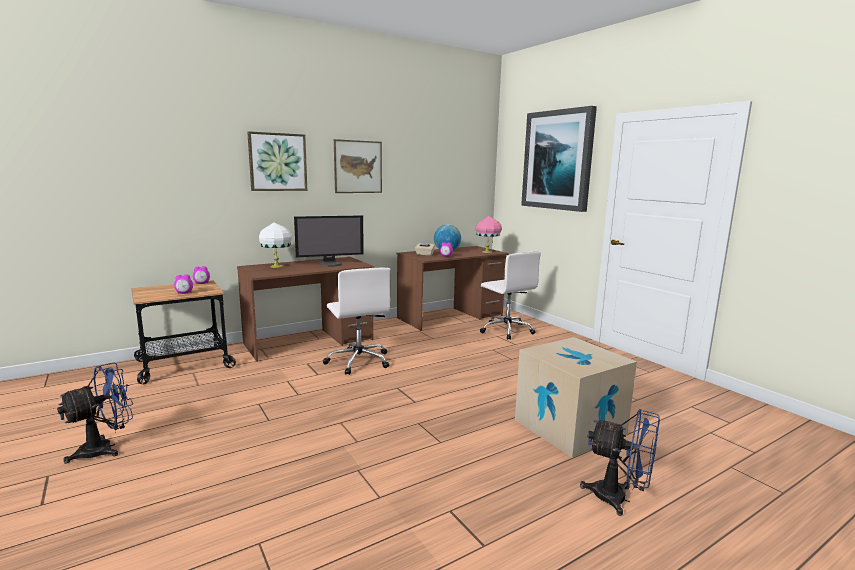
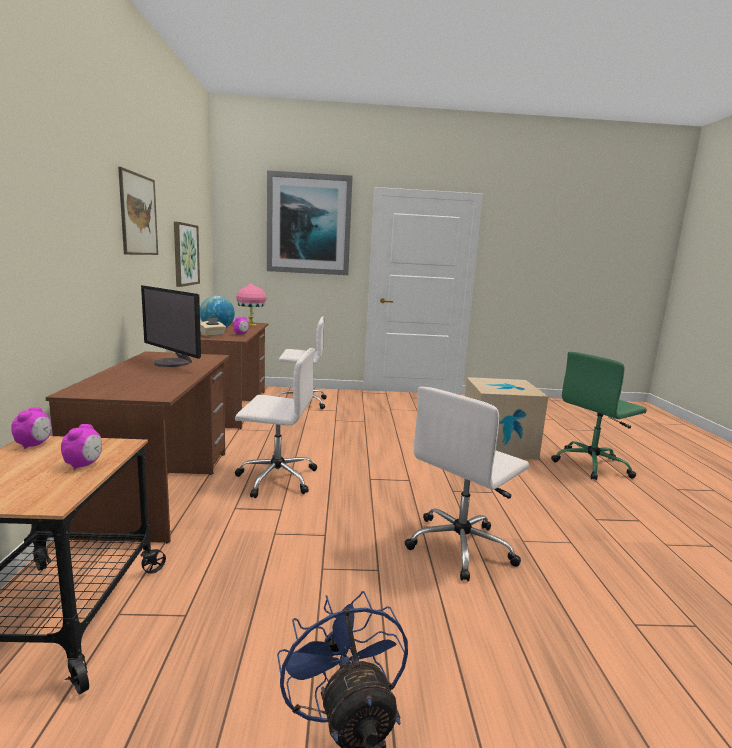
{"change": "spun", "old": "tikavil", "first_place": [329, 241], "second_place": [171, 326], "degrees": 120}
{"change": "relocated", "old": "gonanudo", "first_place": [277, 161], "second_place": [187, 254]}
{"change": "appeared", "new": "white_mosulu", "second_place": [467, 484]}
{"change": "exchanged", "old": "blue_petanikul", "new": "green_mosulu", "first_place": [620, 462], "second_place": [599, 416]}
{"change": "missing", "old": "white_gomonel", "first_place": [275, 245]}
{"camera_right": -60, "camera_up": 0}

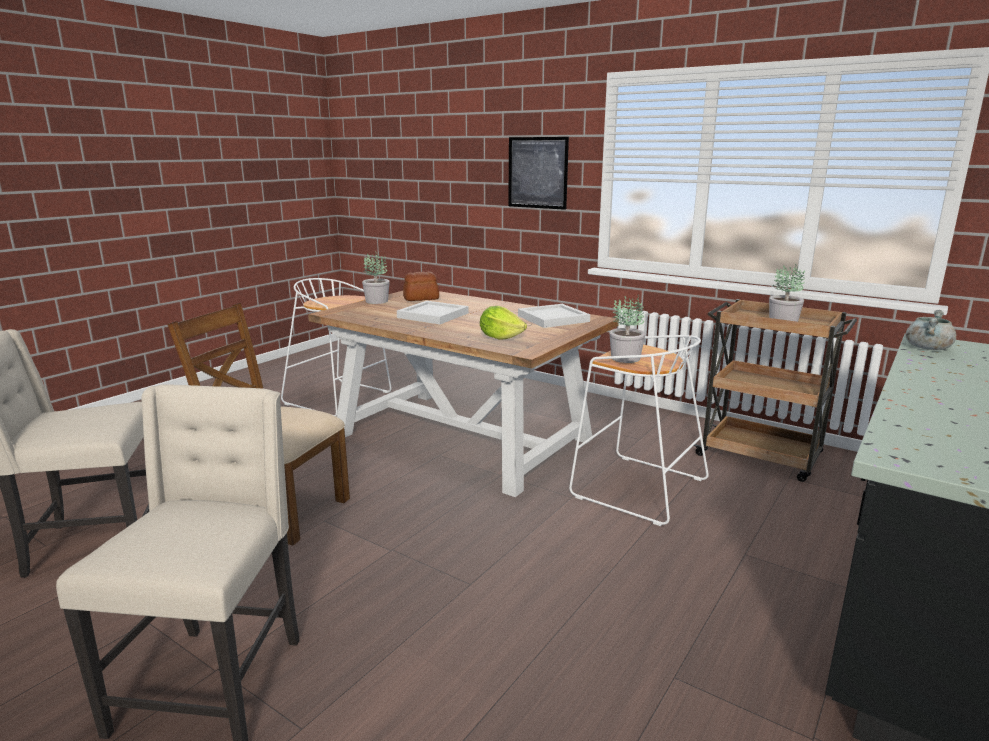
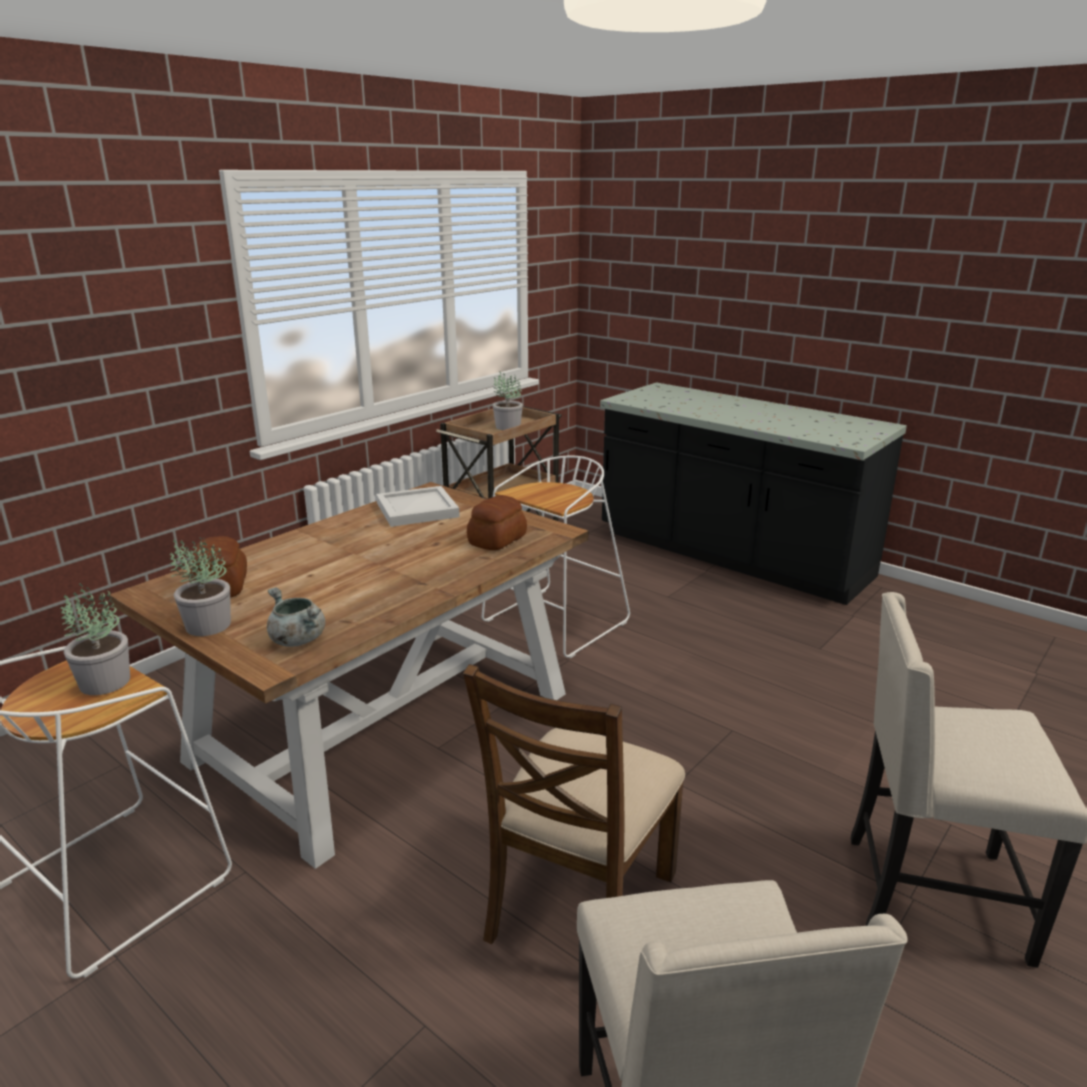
{"change": "relocated", "old": "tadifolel", "first_place": [627, 329], "second_place": [95, 639]}
{"change": "relocated", "old": "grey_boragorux", "first_place": [931, 330], "second_place": [296, 617]}
{"change": "exchanged", "old": "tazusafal", "new": "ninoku", "first_place": [503, 323], "second_place": [497, 522]}
{"change": "missing", "old": "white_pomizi", "first_place": [433, 312]}
{"change": "missing", "old": "gonanudo", "first_place": [538, 173]}
{"camera_right": -85, "camera_up": 5}

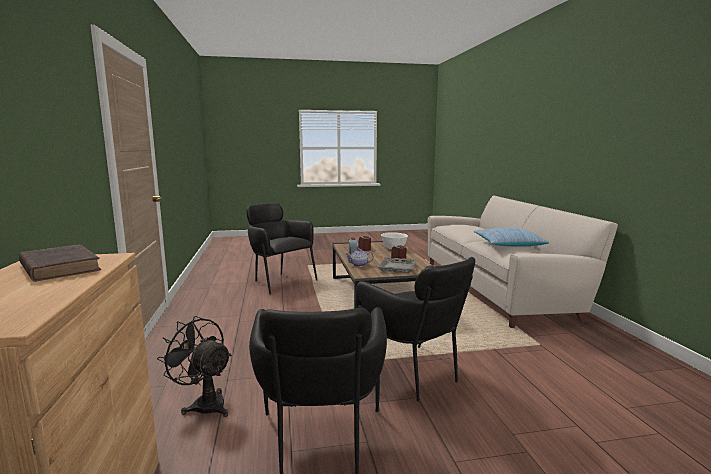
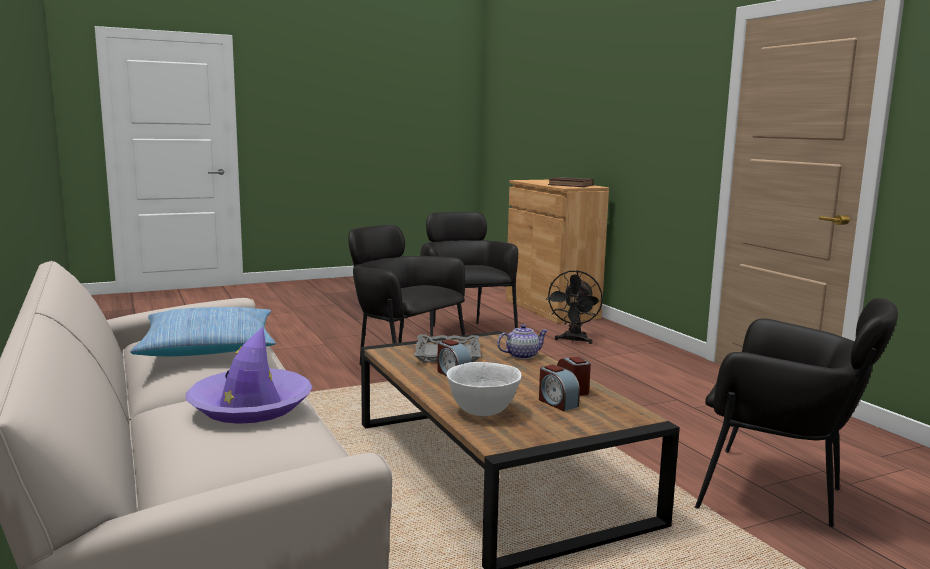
{"change": "appeared", "new": "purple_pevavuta", "second_place": [249, 375]}
{"change": "spun", "old": "black_petanikul", "first_place": [194, 366], "second_place": [574, 307], "degrees": 90}
{"camera_right": 165, "camera_up": 0}

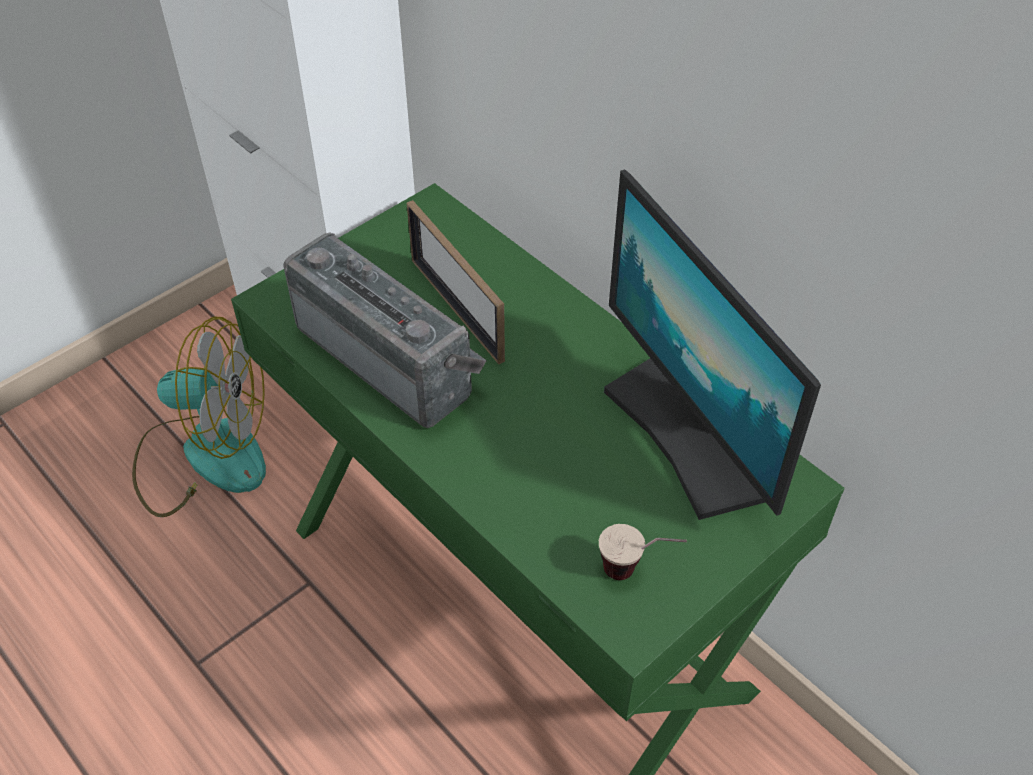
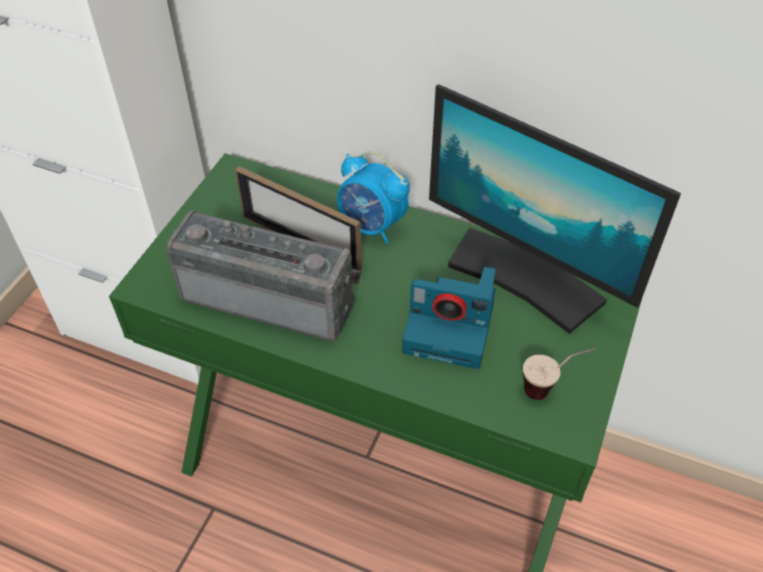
{"change": "appeared", "new": "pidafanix", "second_place": [373, 198]}
{"change": "appeared", "new": "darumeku", "second_place": [449, 318]}
{"change": "missing", "old": "petanikul", "first_place": [199, 416]}
{"camera_right": -25, "camera_up": 0}

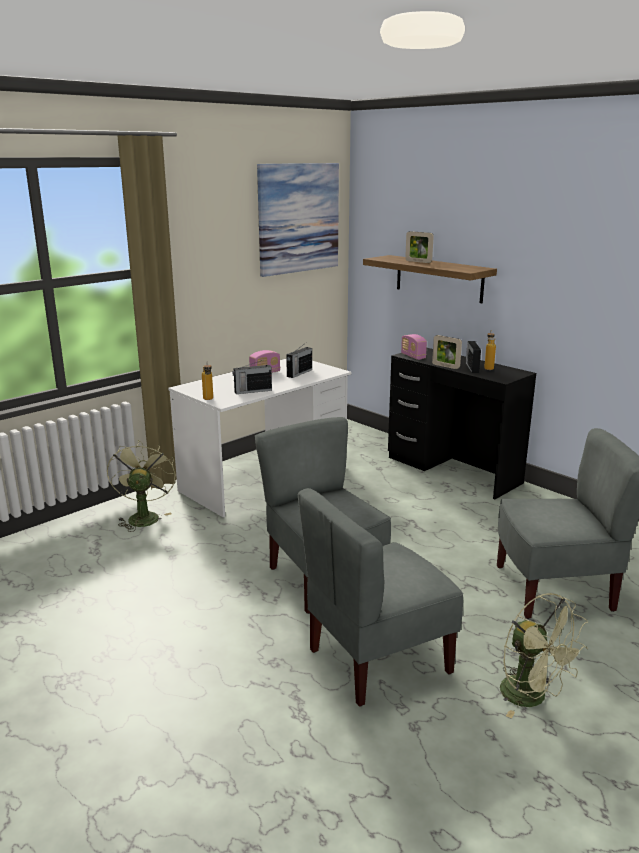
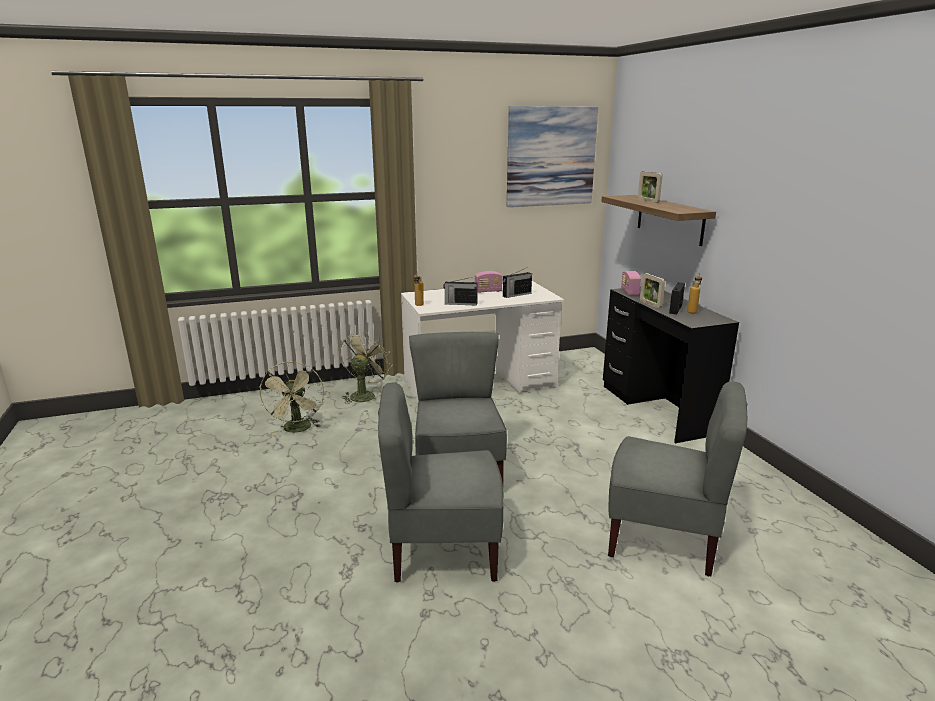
{"change": "relocated", "old": "green_petanikul", "first_place": [544, 655], "second_place": [291, 397]}
{"camera_right": 25, "camera_up": 0}

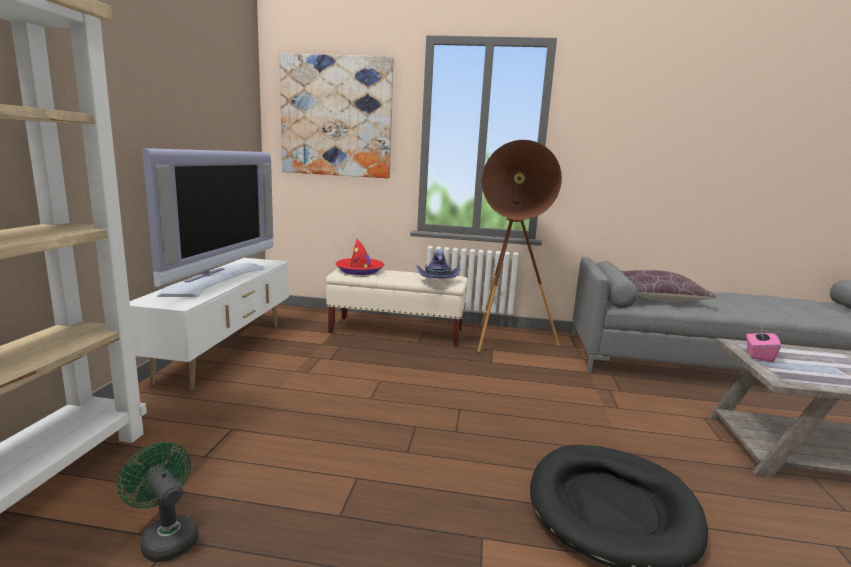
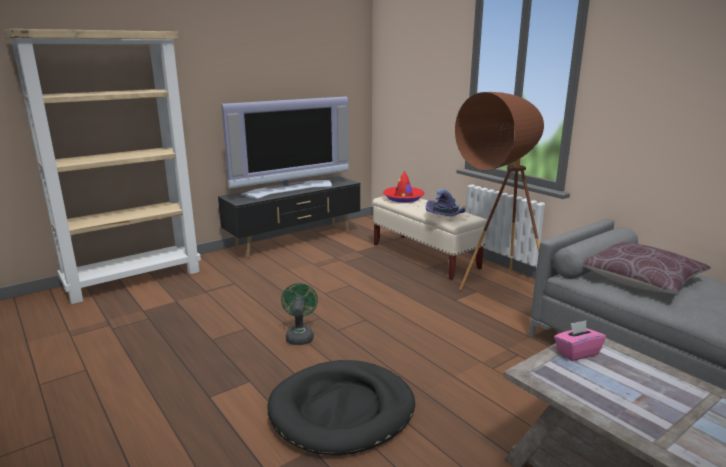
{"change": "colour", "old": "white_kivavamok", "new": "black_kivavamok", "first_place": [209, 324], "second_place": [289, 217]}
{"change": "relocated", "old": "green_petanikul", "first_place": [158, 502], "second_place": [299, 314]}
{"change": "missing", "old": "gonanudo", "first_place": [337, 116]}
{"camera_right": 45, "camera_up": 5}

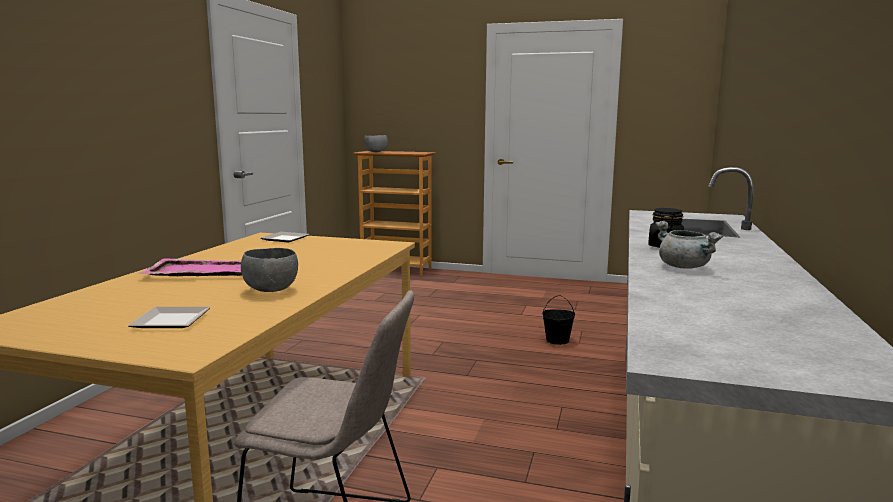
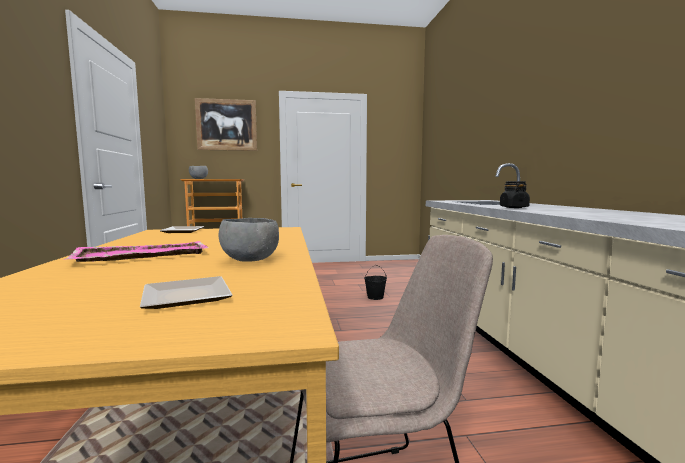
{"change": "appeared", "new": "gonanudo", "second_place": [226, 124]}
{"change": "missing", "old": "grey_boragorux", "first_place": [689, 245]}
{"camera_right": -25, "camera_up": -5}

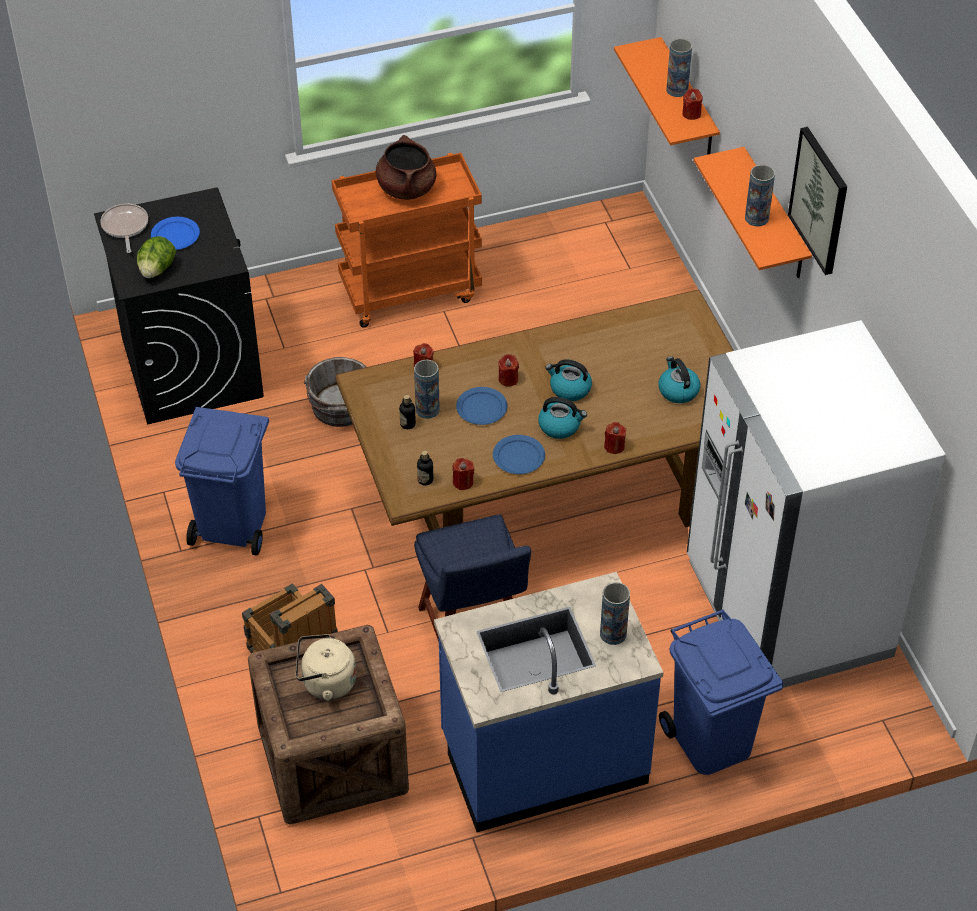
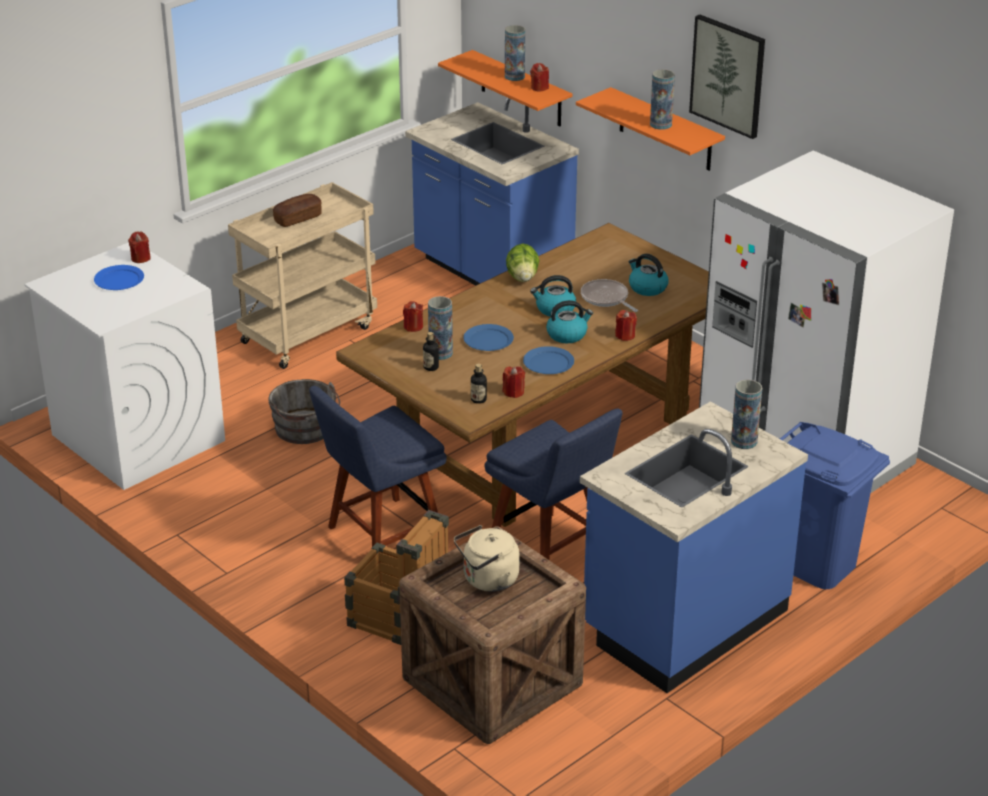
{"change": "colour", "old": "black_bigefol", "new": "white_bigefol", "first_place": [179, 306], "second_place": [124, 366]}
{"change": "relocated", "old": "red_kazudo", "first_place": [508, 370], "second_place": [139, 247]}
{"change": "colour", "old": "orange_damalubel", "new": "beige_damalubel", "first_place": [407, 240], "second_place": [302, 275]}
{"change": "exchanged", "old": "brown_boragorux", "new": "ninoku", "first_place": [406, 167], "second_place": [297, 210]}
{"change": "appeared", "new": "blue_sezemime", "second_place": [378, 466]}
{"change": "appeared", "new": "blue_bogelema", "second_place": [492, 191]}
{"change": "relocated", "old": "tazusafal", "first_place": [156, 257], "second_place": [522, 262]}
{"change": "relocated", "old": "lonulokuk", "first_place": [124, 228], "second_place": [609, 295]}
{"change": "missing", "old": "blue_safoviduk", "first_place": [222, 481]}
{"camera_right": -25, "camera_up": -15}

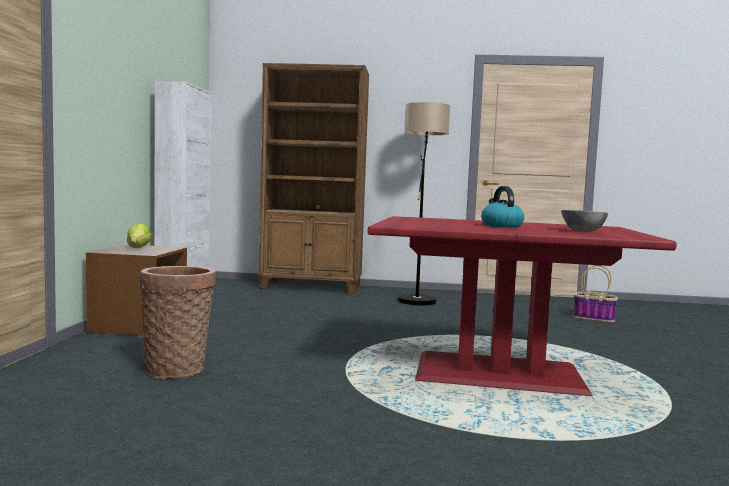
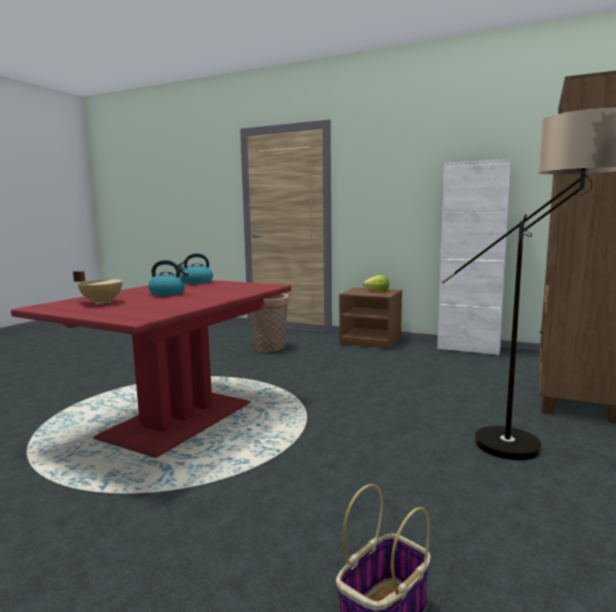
{"change": "exchanged", "old": "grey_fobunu", "new": "beige_boragorux", "first_place": [584, 221], "second_place": [98, 288]}
{"change": "appeared", "new": "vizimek", "second_place": [195, 268]}
{"camera_right": 110, "camera_up": 5}

